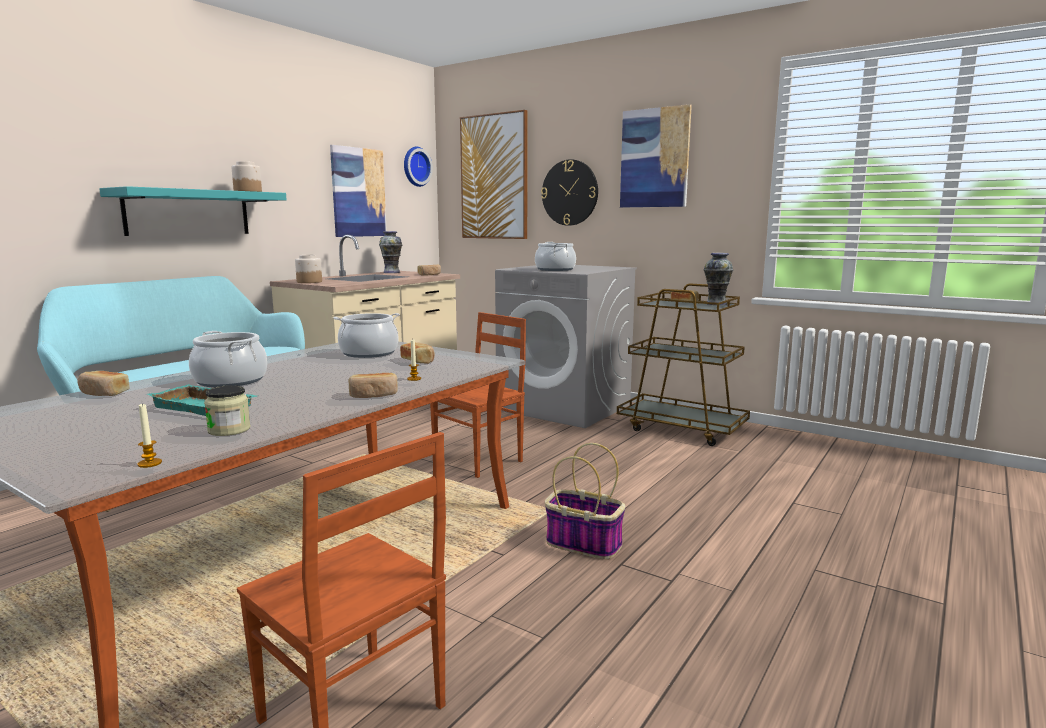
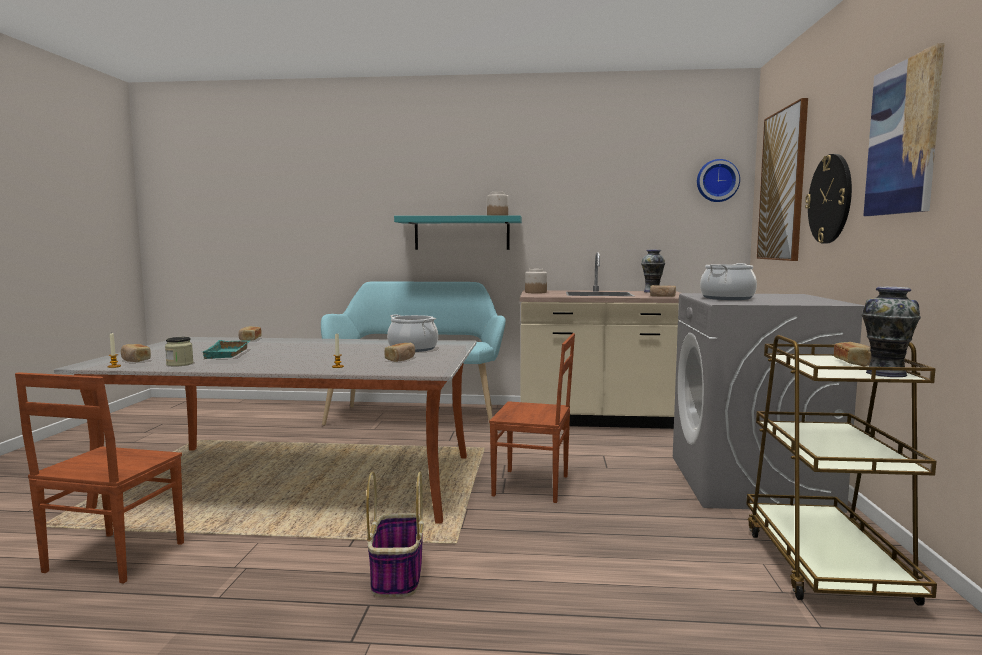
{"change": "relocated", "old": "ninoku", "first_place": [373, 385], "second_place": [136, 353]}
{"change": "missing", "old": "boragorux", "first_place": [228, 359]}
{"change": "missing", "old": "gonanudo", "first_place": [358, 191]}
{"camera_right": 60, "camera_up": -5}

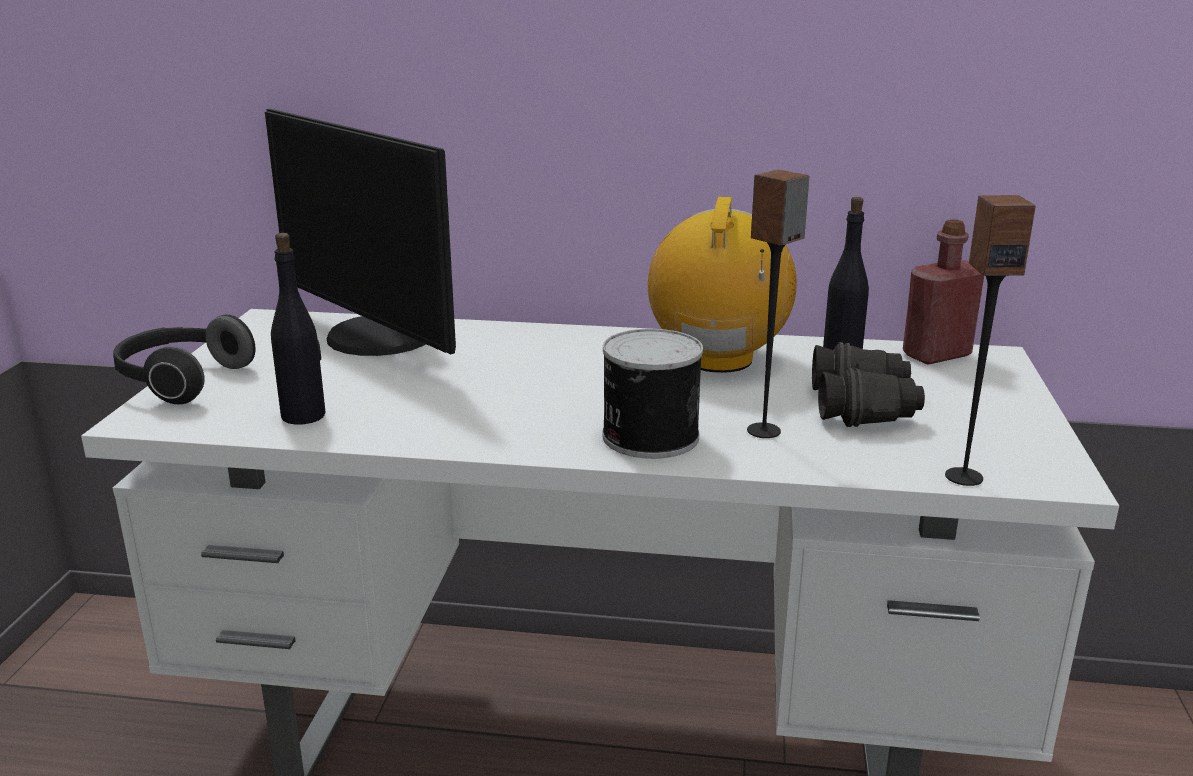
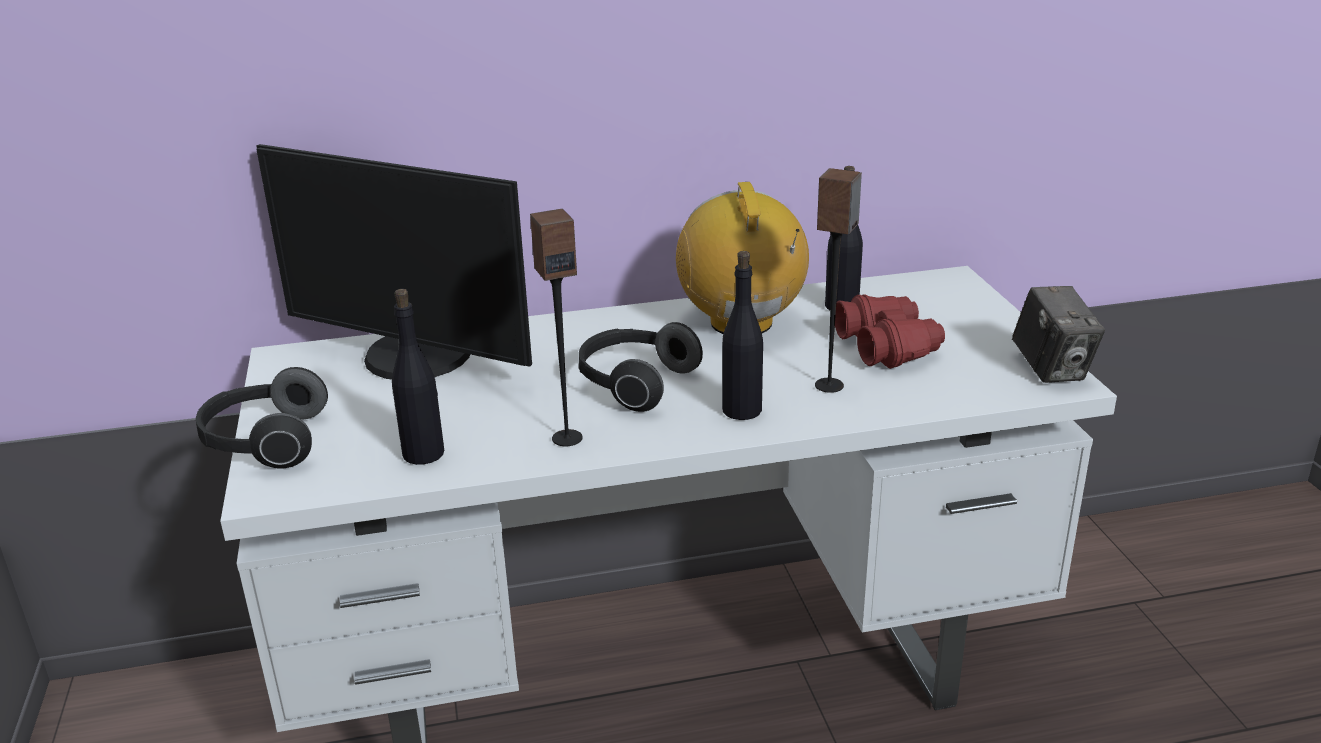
{"change": "relocated", "old": "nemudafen", "first_place": [990, 340], "second_place": [556, 327]}
{"change": "appeared", "new": "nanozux", "second_place": [641, 367]}
{"change": "exchanged", "old": "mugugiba", "new": "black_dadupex", "first_place": [652, 394], "second_place": [742, 335]}
{"change": "colour", "old": "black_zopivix", "new": "red_zopivix", "first_place": [868, 384], "second_place": [890, 331]}
{"change": "appeared", "new": "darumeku", "second_place": [1058, 334]}
{"change": "missing", "old": "red_dadupex", "first_place": [943, 292]}
{"camera_right": -20, "camera_up": 5}

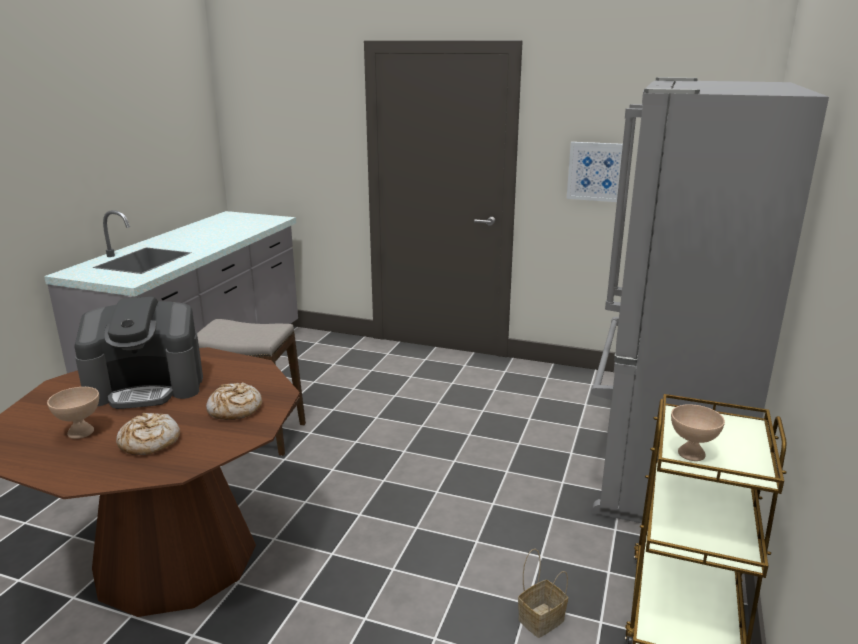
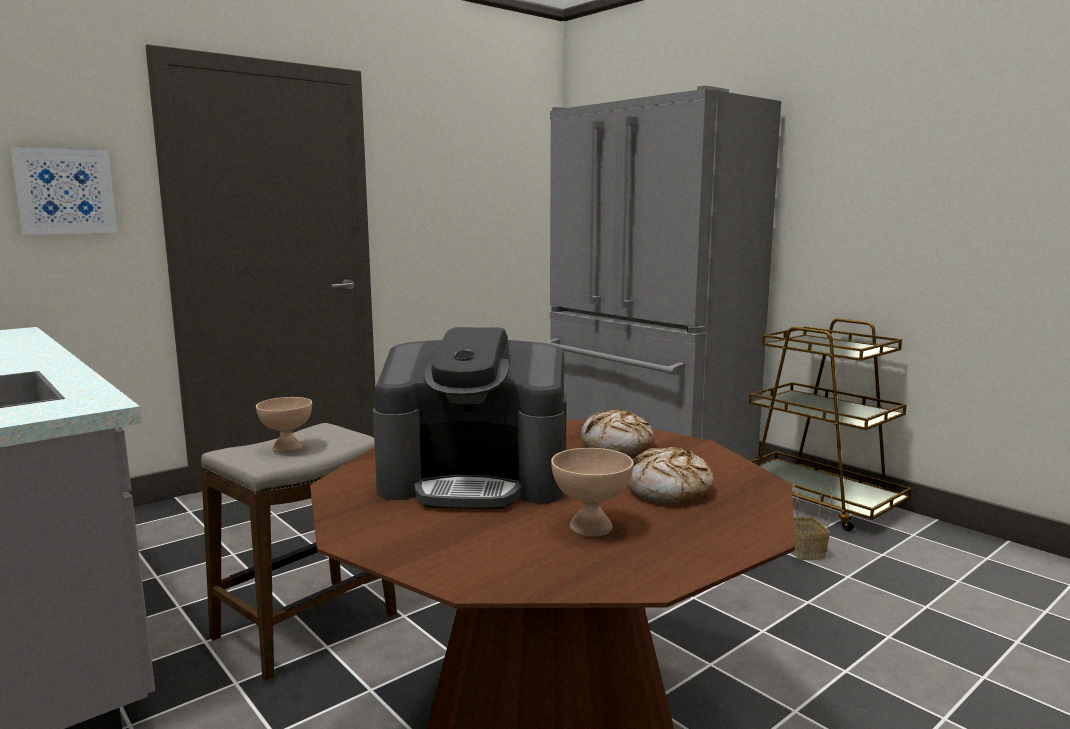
{"change": "relocated", "old": "gonanudo", "first_place": [595, 172], "second_place": [64, 191]}
{"change": "relocated", "old": "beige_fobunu", "first_place": [698, 432], "second_place": [284, 425]}
{"change": "spun", "old": "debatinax", "first_place": [138, 353], "second_place": [470, 418], "degrees": 75}
{"camera_right": -60, "camera_up": -10}

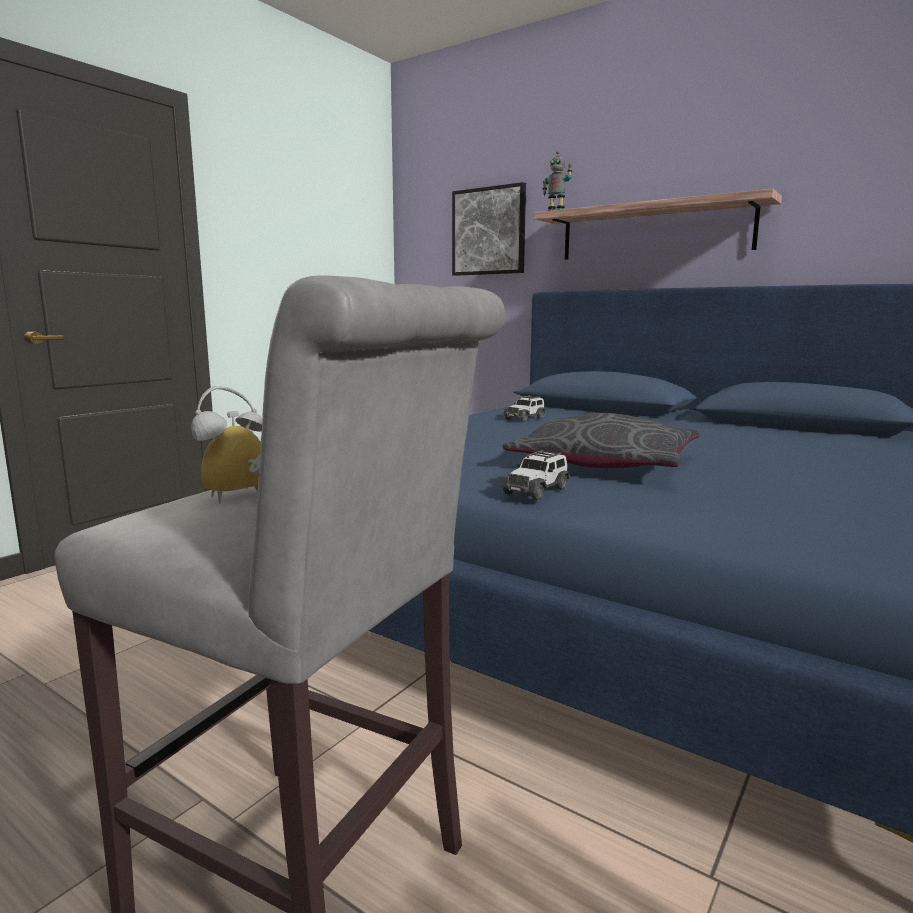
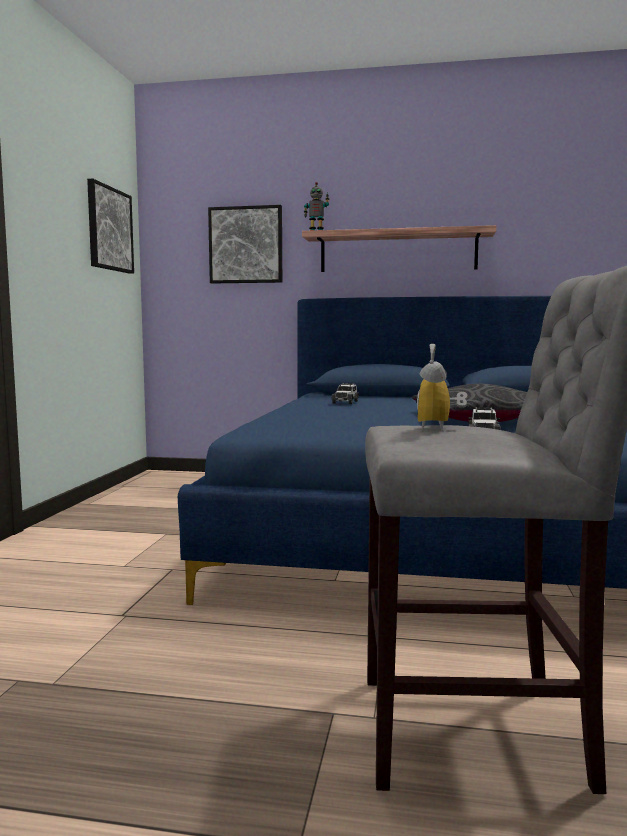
{"change": "appeared", "new": "gonanudo", "second_place": [110, 226]}
{"camera_right": -25, "camera_up": -5}

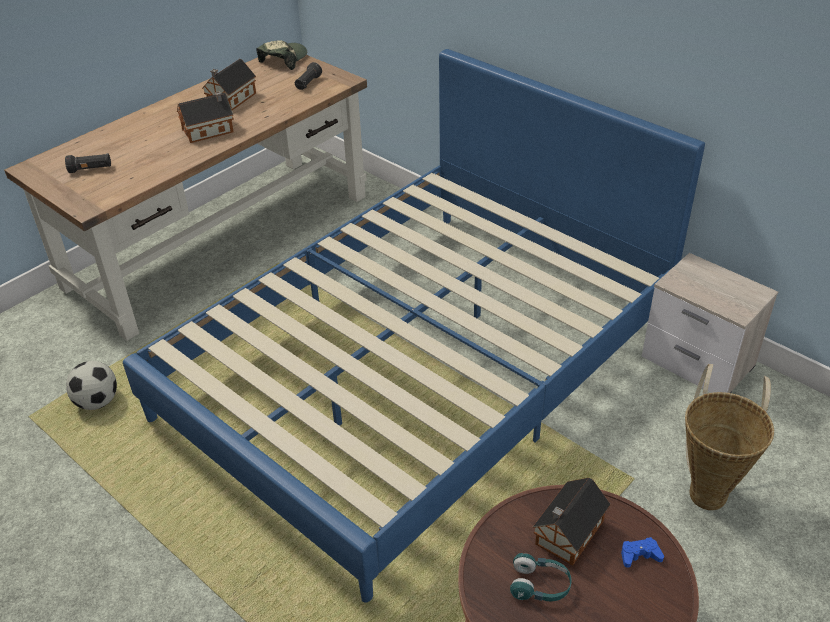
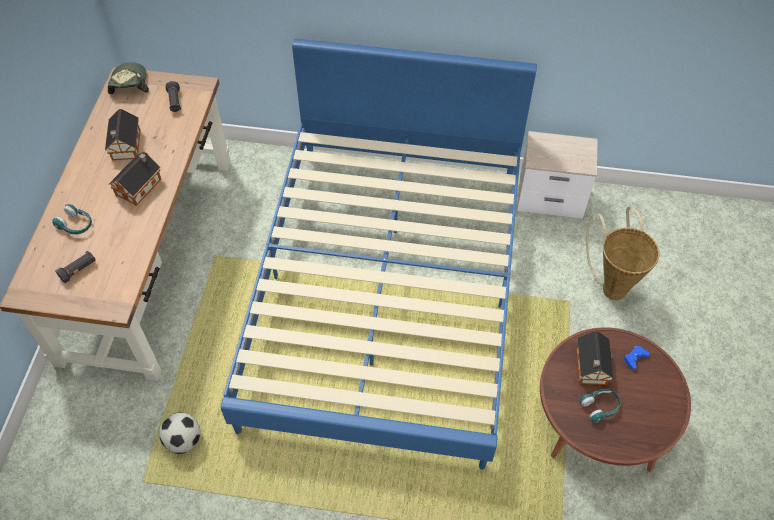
{"change": "appeared", "new": "turquoise_nanozux", "second_place": [72, 219]}
{"camera_right": -35, "camera_up": 15}

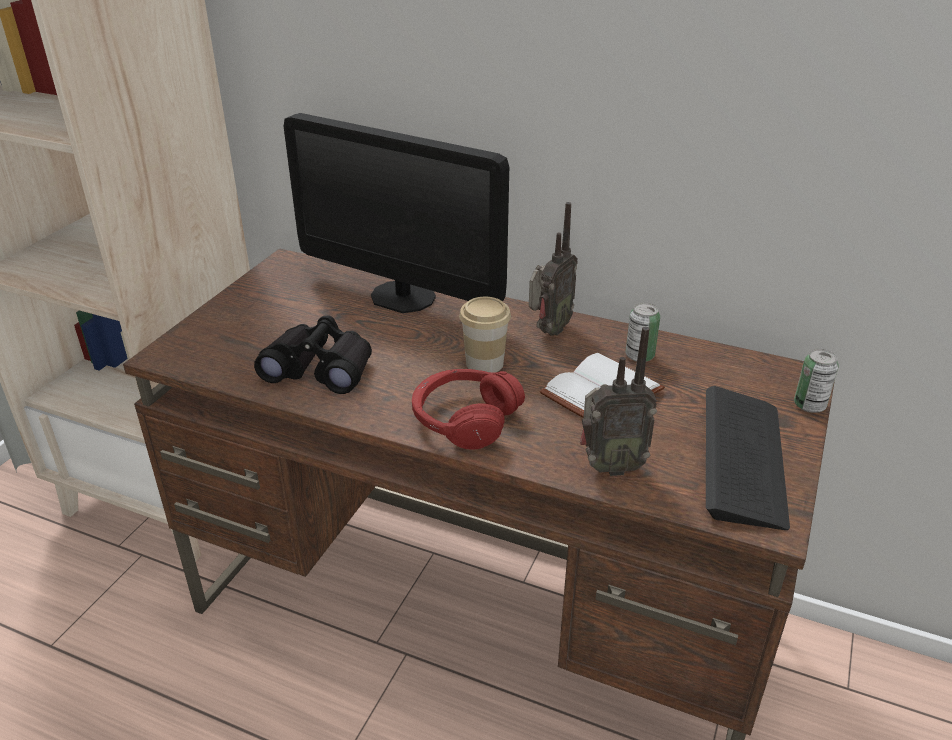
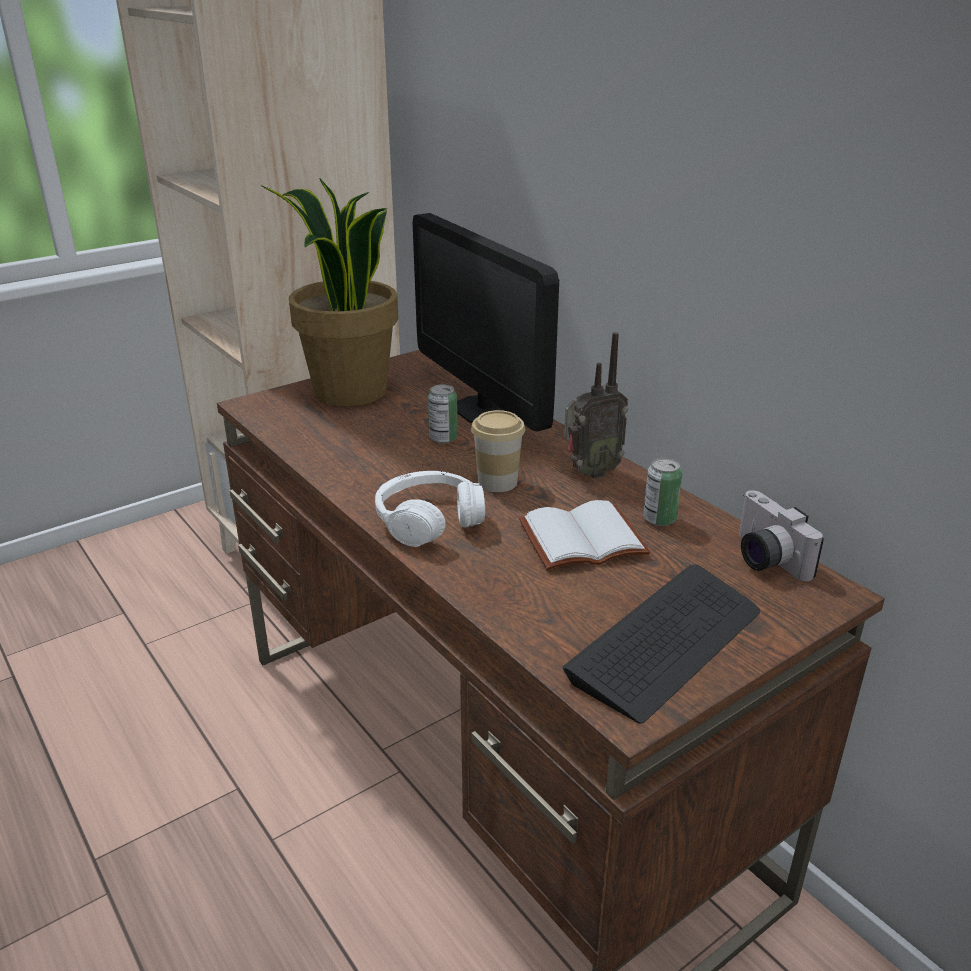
{"change": "appeared", "new": "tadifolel", "second_place": [329, 292]}
{"change": "colour", "old": "red_nanozux", "new": "white_nanozux", "first_place": [468, 409], "second_place": [430, 509]}
{"change": "relocated", "old": "mugugiba", "first_place": [816, 381], "second_place": [443, 414]}
{"change": "appeared", "new": "darumeku", "second_place": [781, 535]}
{"change": "missing", "old": "black_zopivix", "first_place": [313, 354]}
{"change": "missing", "old": "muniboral", "first_place": [618, 401]}
{"camera_right": 30, "camera_up": -5}

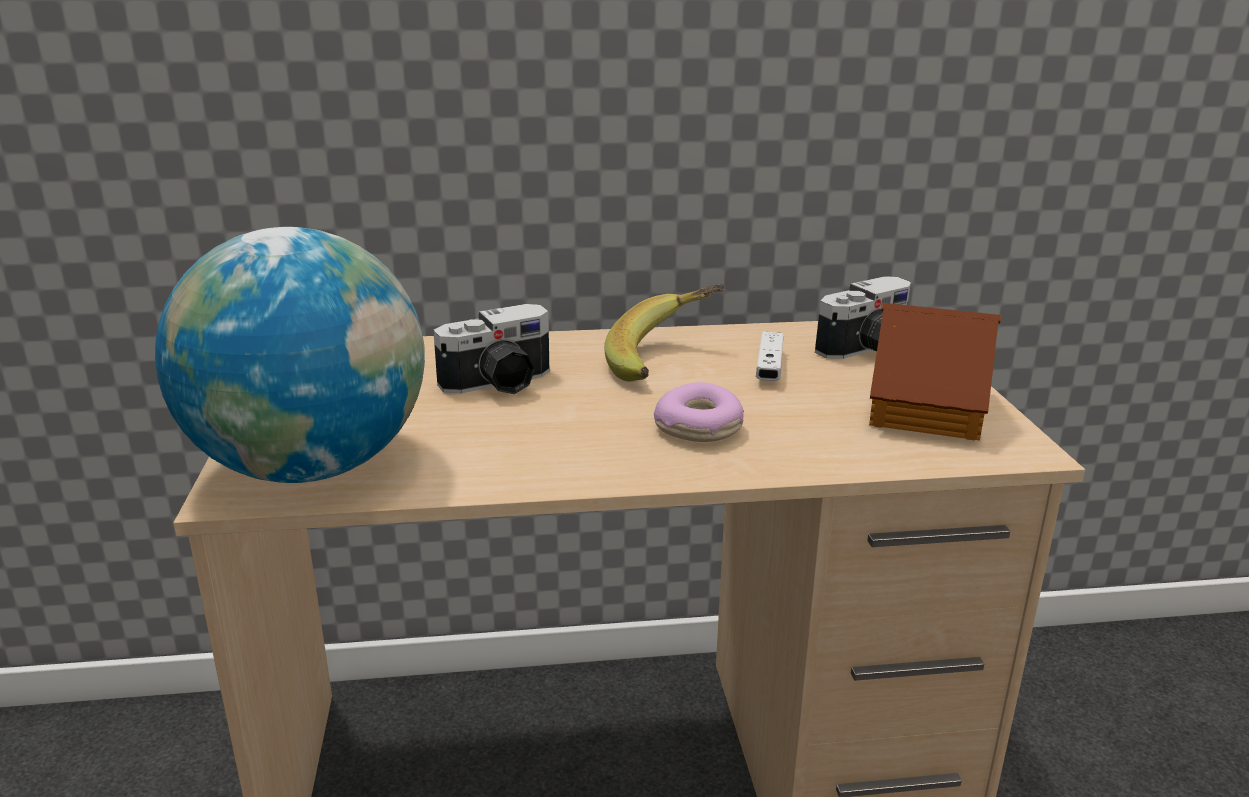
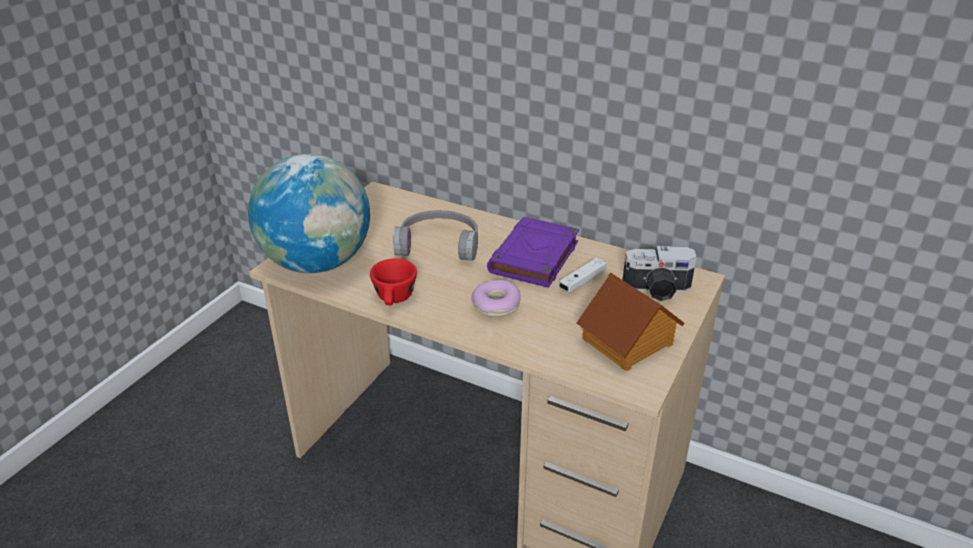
{"change": "appeared", "new": "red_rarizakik", "second_place": [393, 281]}
{"change": "exchanged", "old": "darumeku", "new": "grey_nanozux", "first_place": [491, 349], "second_place": [435, 235]}
{"change": "exchanged", "old": "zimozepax", "new": "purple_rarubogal", "first_place": [664, 333], "second_place": [533, 252]}
{"camera_right": 35, "camera_up": 10}

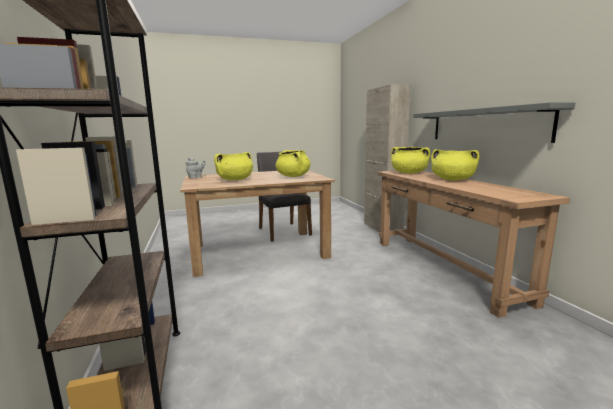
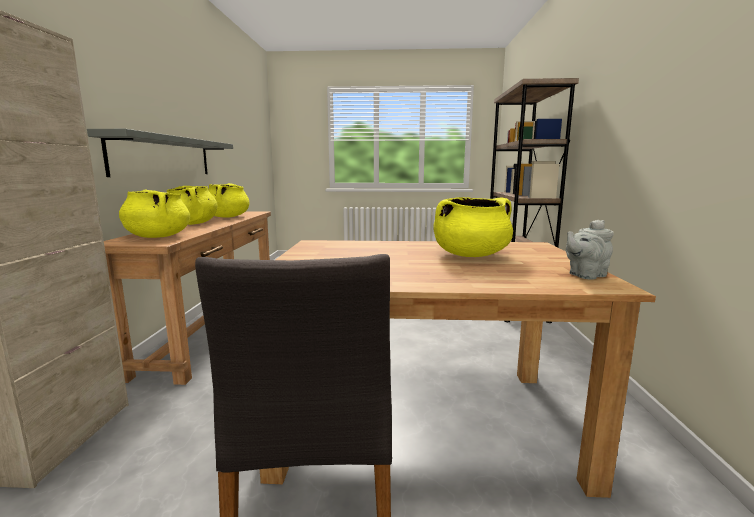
{"change": "relocated", "old": "yellow_boragorux", "first_place": [293, 163], "second_place": [228, 200]}
{"camera_right": -160, "camera_up": 0}

